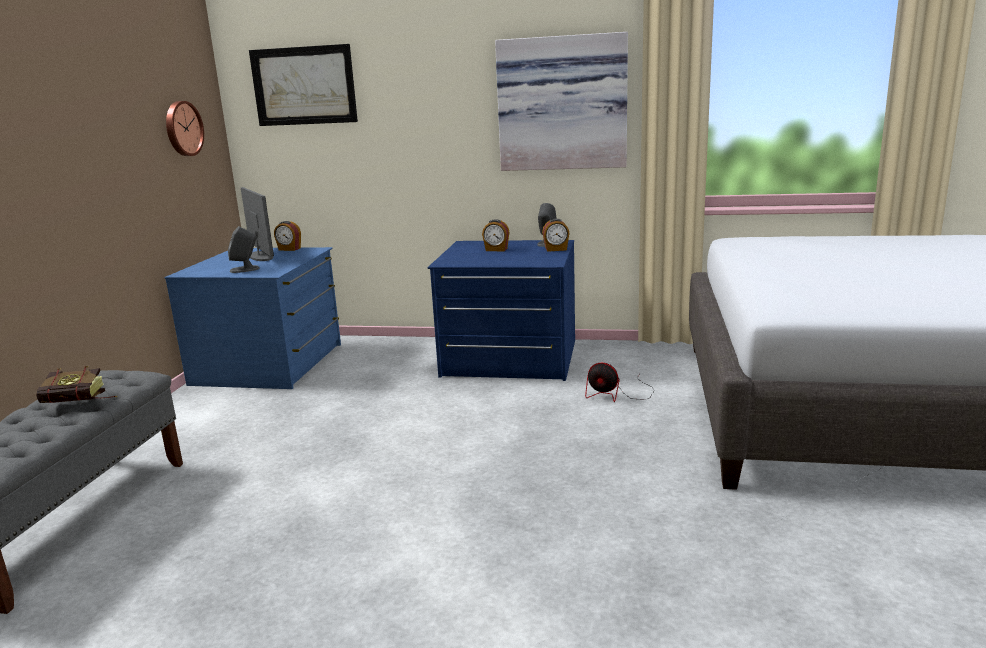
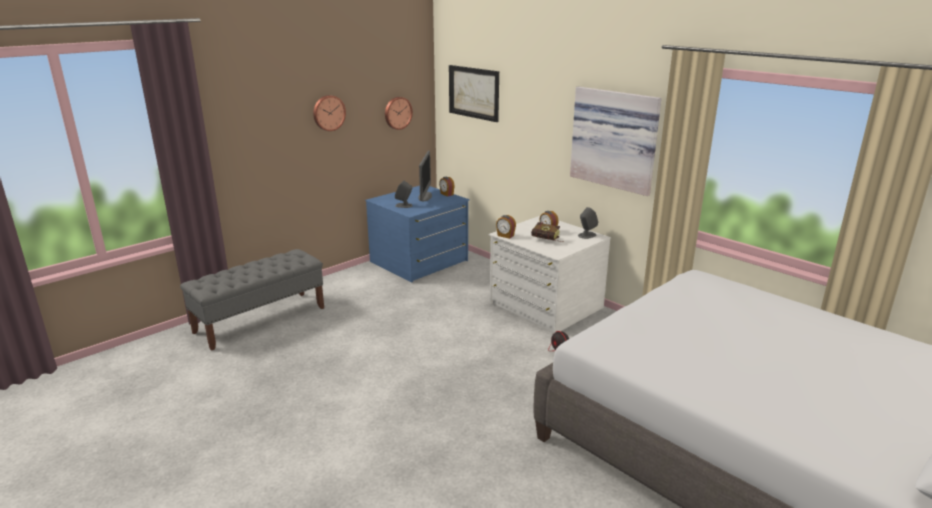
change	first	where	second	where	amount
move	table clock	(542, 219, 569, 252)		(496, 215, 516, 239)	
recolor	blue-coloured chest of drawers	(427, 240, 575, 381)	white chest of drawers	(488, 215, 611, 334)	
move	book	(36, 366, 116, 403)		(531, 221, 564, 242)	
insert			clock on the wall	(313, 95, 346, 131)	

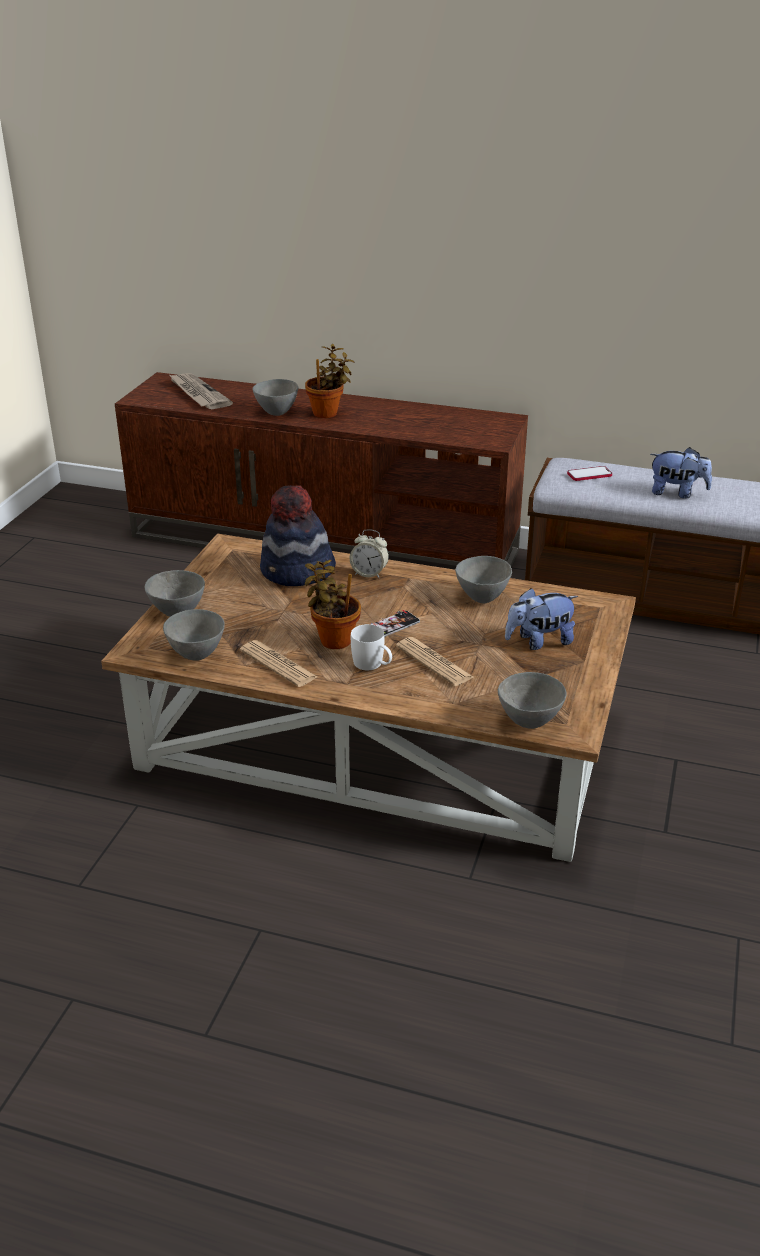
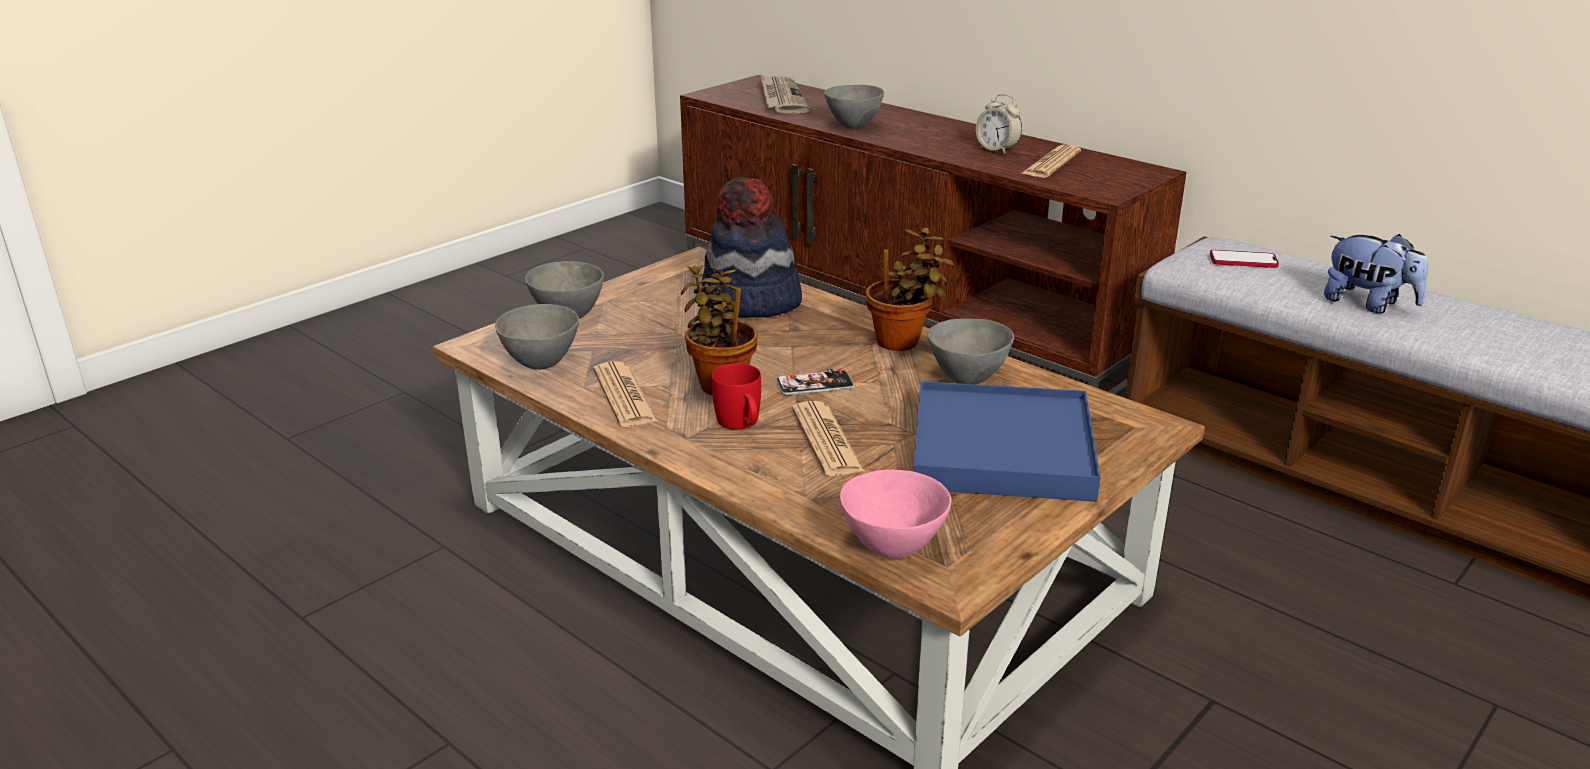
change	first	where	second	where	amount
move	plant in a pot	(305, 344, 355, 418)		(866, 228, 955, 351)	
move	table clock	(350, 529, 389, 579)		(976, 94, 1022, 154)	
replace	plush toy	(505, 588, 578, 650)	blue-coloured serving tray	(914, 381, 1101, 502)	
recolor	white coffee mug	(351, 624, 392, 670)	red-coloured coffee mug	(712, 363, 761, 430)	
recolor	greyish deep dish	(498, 672, 567, 729)	pink-coloured deep dish	(840, 469, 952, 559)	
insert			newspaper	(1021, 145, 1081, 178)	

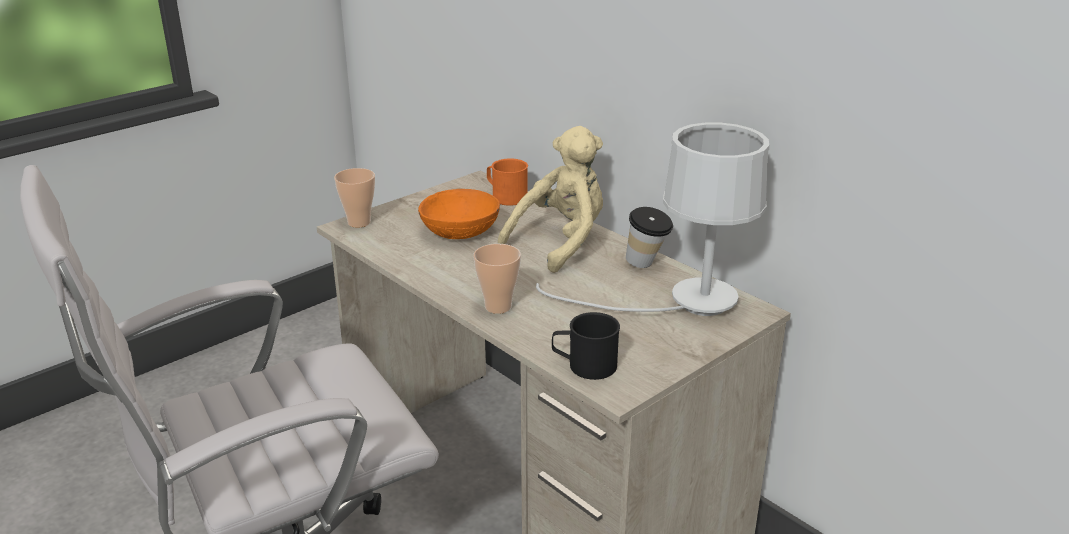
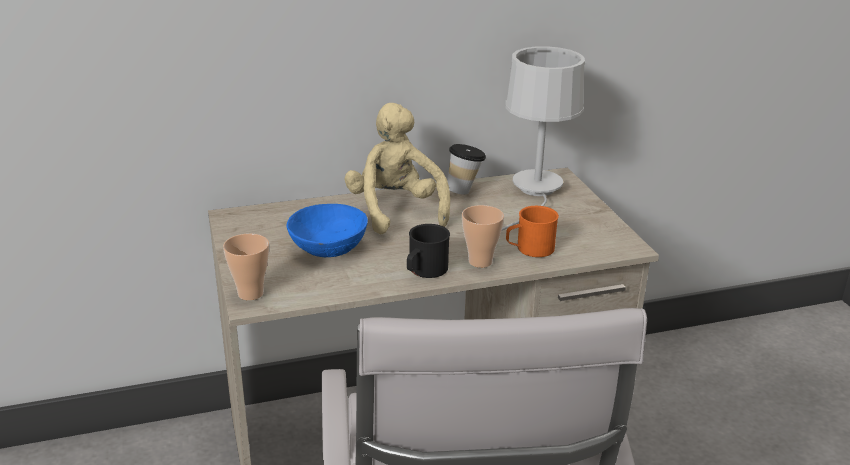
change	first	where	second	where	amount
move	orange-coloured coffee mug	(487, 159, 528, 206)		(506, 206, 559, 257)	
recolor	orange-coloured deep dish	(418, 189, 500, 239)	blue-coloured deep dish	(287, 204, 368, 257)	
move	blackish coffee mug	(552, 312, 620, 380)		(407, 224, 450, 278)	

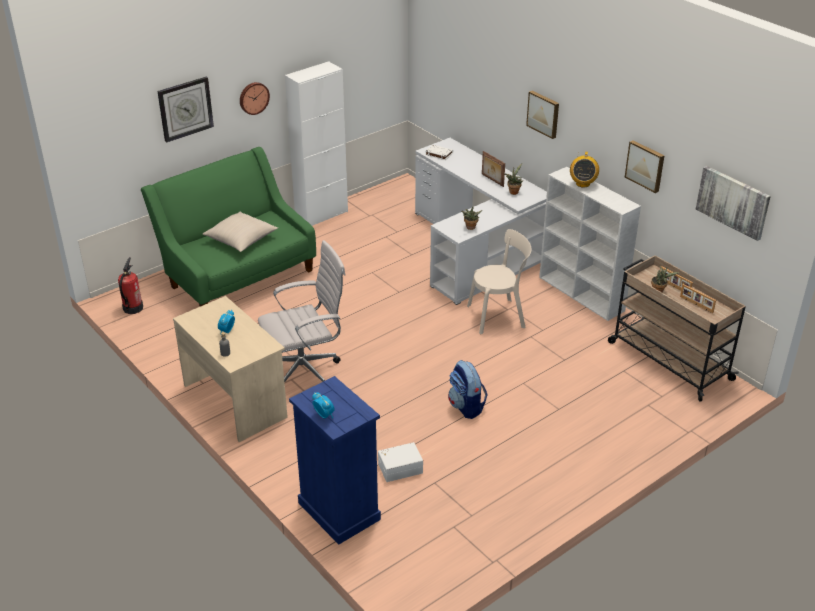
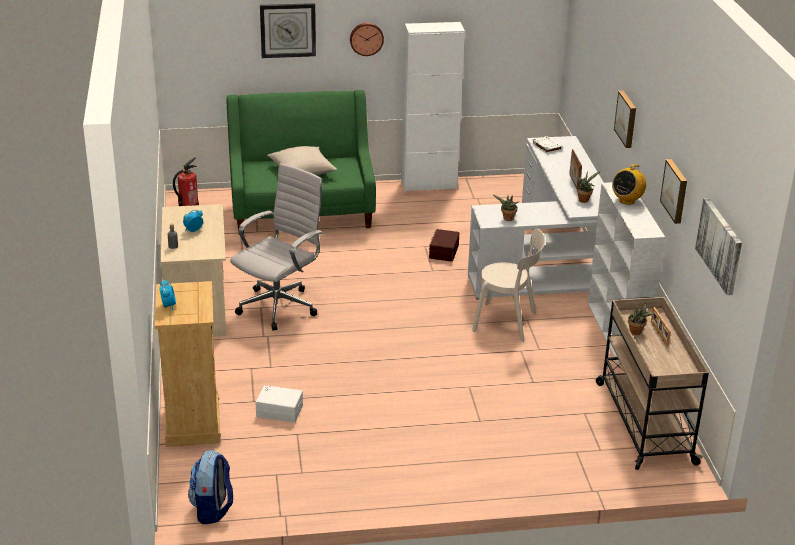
change	first	where	second	where	amount
rotate	white office chair	(258, 240, 346, 382)		(230, 163, 323, 331)	60 degrees counterclockwise
delete	picture frame	(680, 284, 716, 313)			
move	knapsack	(448, 360, 488, 419)		(188, 450, 233, 524)	
recolor	blue-coloured chest of drawers	(289, 376, 381, 545)	beige chest of drawers	(155, 281, 221, 447)	
insert			brown-coloured storage box	(429, 229, 459, 262)	

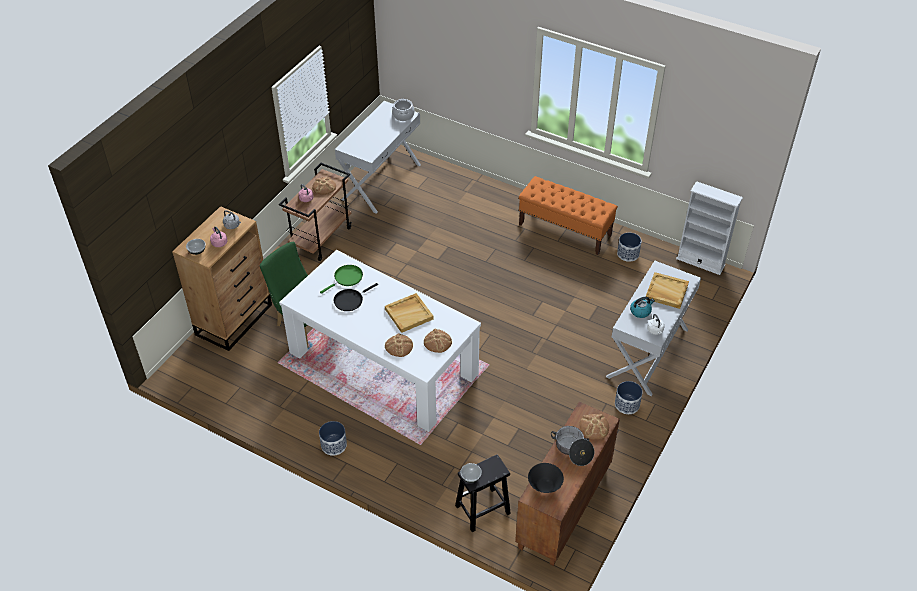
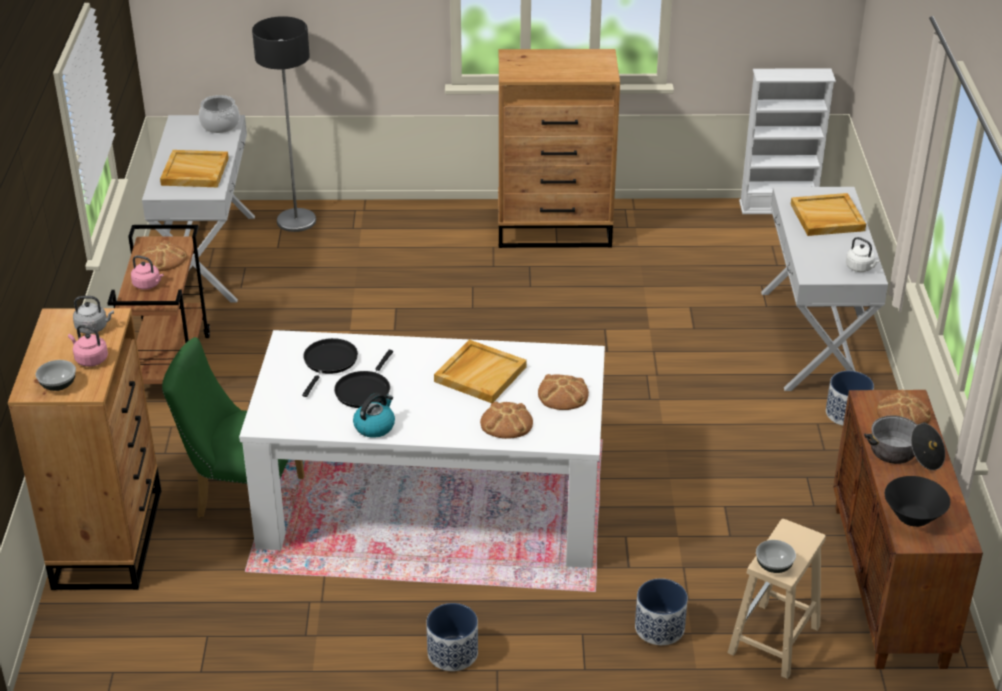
change	first	where	second	where	amount
replace	orange-coloured bench	(519, 176, 618, 255)	brown-coloured chest of drawers	(498, 49, 620, 248)	
move	plant pot	(617, 233, 642, 262)		(635, 579, 688, 645)	
recolor	greenish frying pan	(320, 265, 363, 294)	blackish frying pan	(302, 338, 358, 397)	
move	water kettle	(630, 297, 655, 318)		(353, 393, 395, 438)	
recolor	blackish sitting stool	(455, 455, 511, 532)	beige sitting stool	(727, 519, 826, 679)	
insert			standing lamp	(252, 16, 316, 232)	
insert			beige serving tray	(160, 150, 229, 187)	

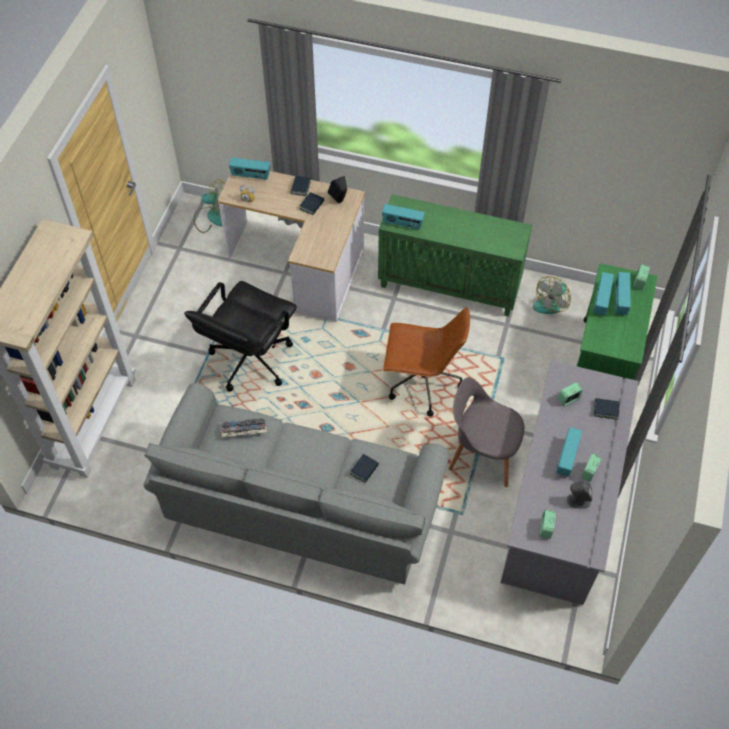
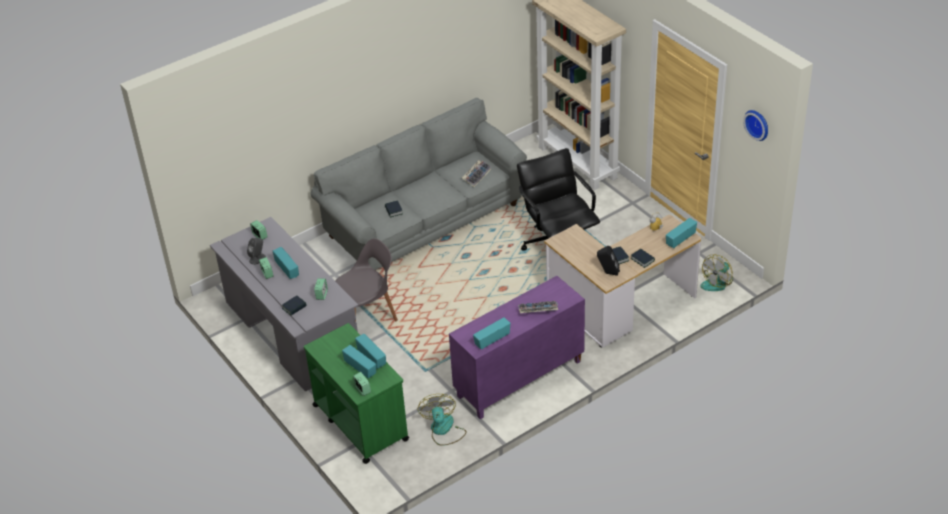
change	first	where	second	where	amount
recolor	greenish cabinet	(378, 194, 532, 317)	purple cabinet	(449, 276, 585, 419)	
move	radio receiver	(382, 204, 425, 230)		(473, 317, 510, 349)	
delete	brown-coloured office chair	(383, 307, 470, 416)			
insert			clock on the wall	(743, 110, 768, 141)	
insert			PC keyboard	(518, 301, 558, 313)	

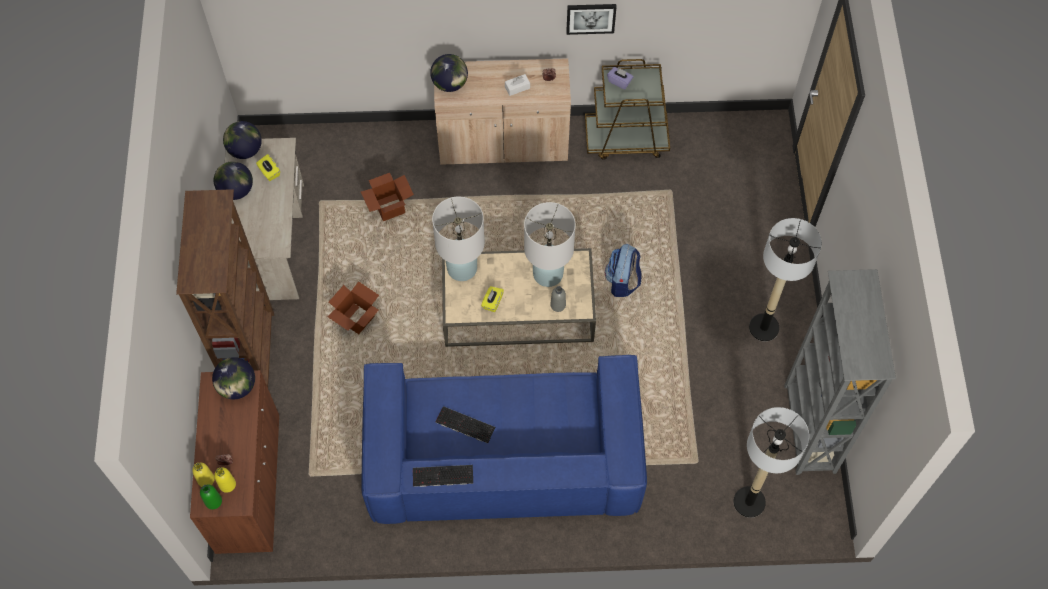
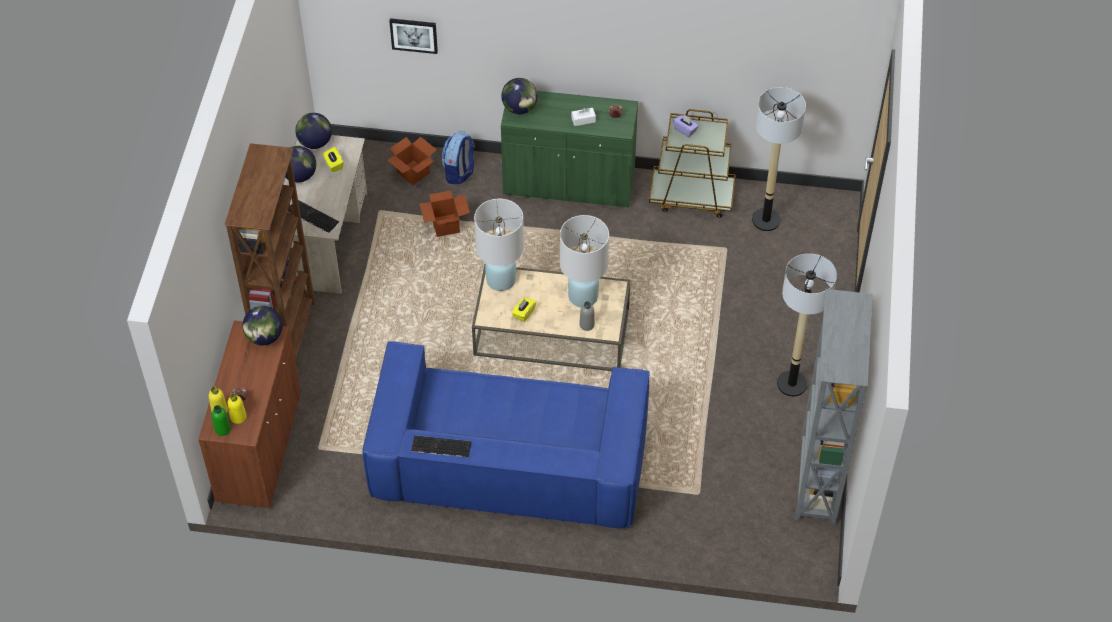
change	first	where	second	where	amount
move	picture	(566, 4, 617, 35)		(389, 18, 438, 54)	
recolor	beige cabinet	(434, 58, 571, 165)	greenish cabinet	(501, 91, 638, 208)	
move	knapsack	(605, 244, 642, 297)		(442, 131, 475, 184)	
move	carton	(327, 282, 379, 334)		(387, 137, 437, 185)	
move	PC keyboard	(436, 406, 495, 443)		(288, 200, 339, 233)	
move	standing lamp	(733, 407, 809, 518)		(752, 87, 806, 231)	

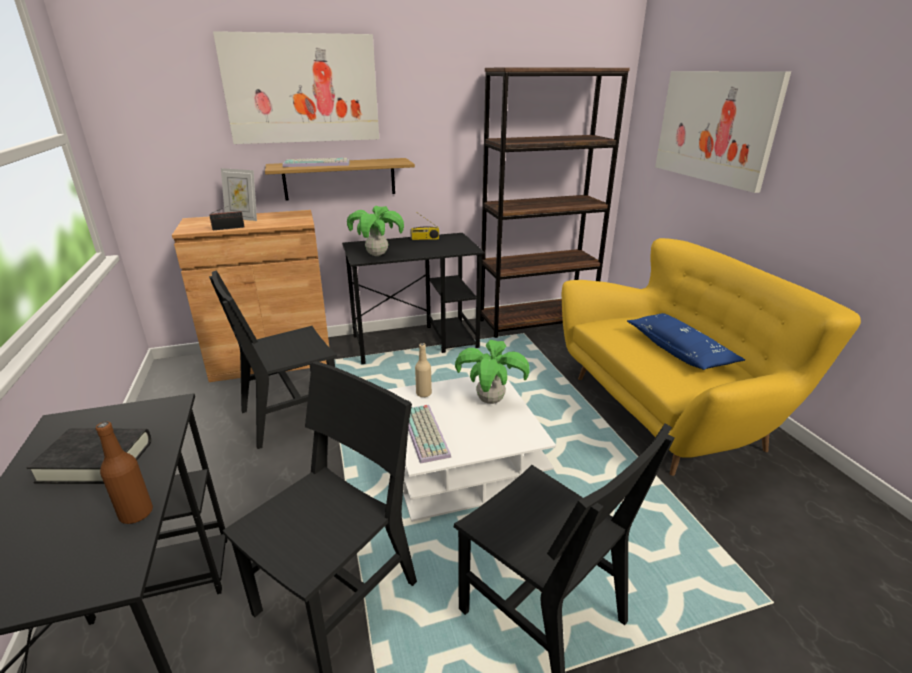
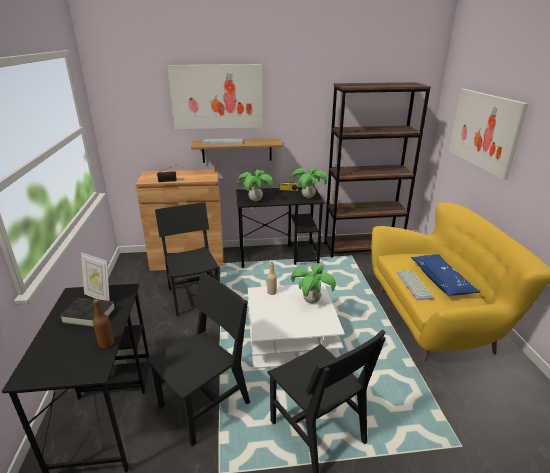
change	first	where	second	where	amount
move	picture frame	(221, 168, 257, 221)		(81, 252, 110, 301)	
rotate	blackish chair	(209, 270, 337, 449)		(155, 202, 219, 316)	90 degrees clockwise
move	PC keyboard	(408, 405, 451, 464)		(397, 270, 434, 300)	
insert			plant in a pot	(292, 168, 327, 198)	

